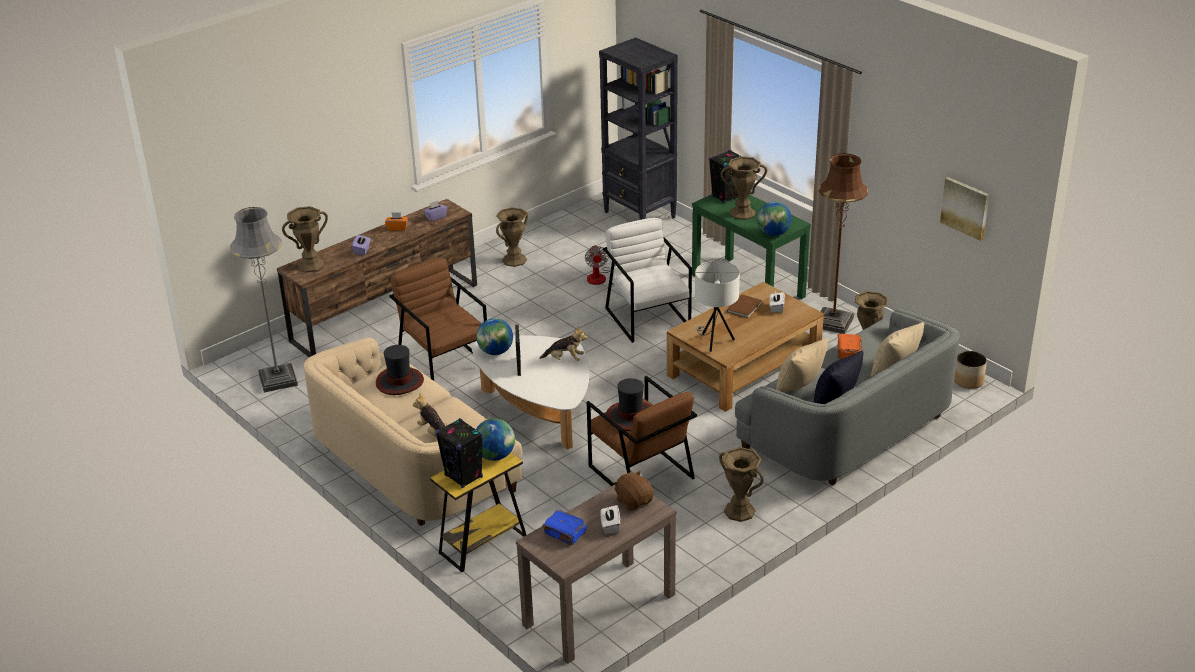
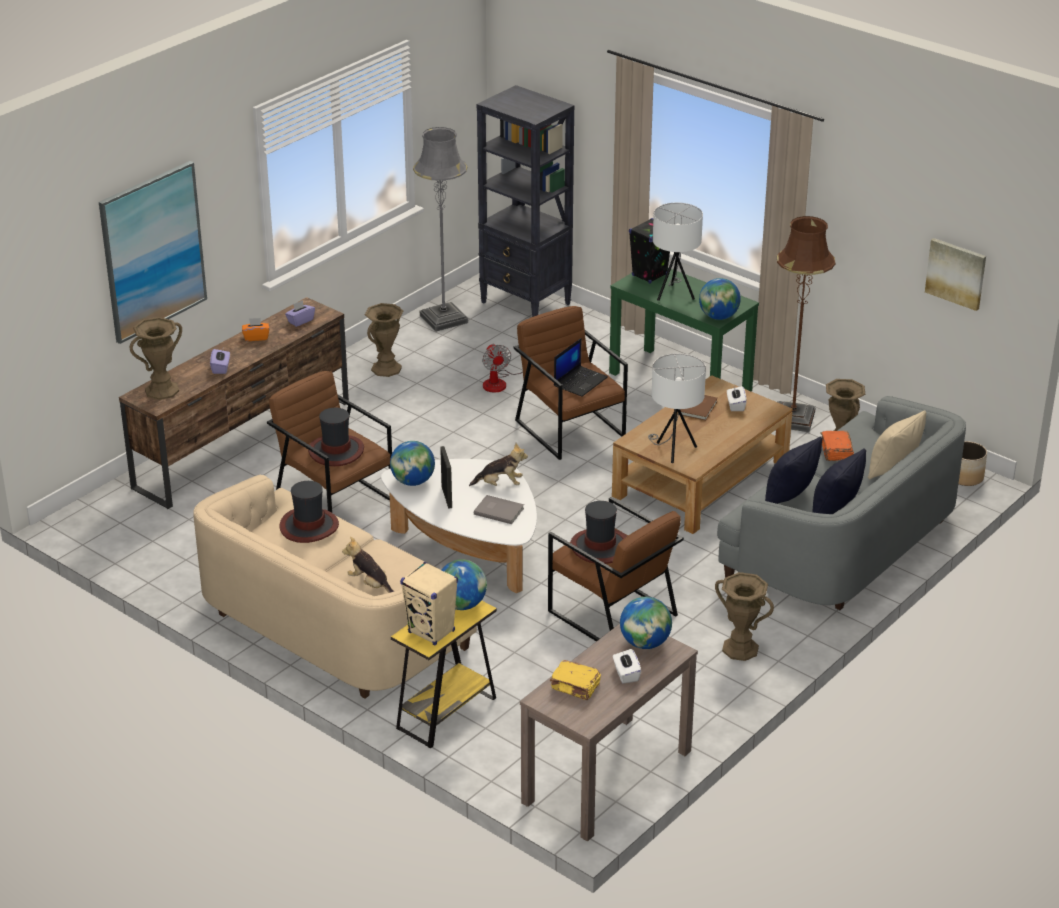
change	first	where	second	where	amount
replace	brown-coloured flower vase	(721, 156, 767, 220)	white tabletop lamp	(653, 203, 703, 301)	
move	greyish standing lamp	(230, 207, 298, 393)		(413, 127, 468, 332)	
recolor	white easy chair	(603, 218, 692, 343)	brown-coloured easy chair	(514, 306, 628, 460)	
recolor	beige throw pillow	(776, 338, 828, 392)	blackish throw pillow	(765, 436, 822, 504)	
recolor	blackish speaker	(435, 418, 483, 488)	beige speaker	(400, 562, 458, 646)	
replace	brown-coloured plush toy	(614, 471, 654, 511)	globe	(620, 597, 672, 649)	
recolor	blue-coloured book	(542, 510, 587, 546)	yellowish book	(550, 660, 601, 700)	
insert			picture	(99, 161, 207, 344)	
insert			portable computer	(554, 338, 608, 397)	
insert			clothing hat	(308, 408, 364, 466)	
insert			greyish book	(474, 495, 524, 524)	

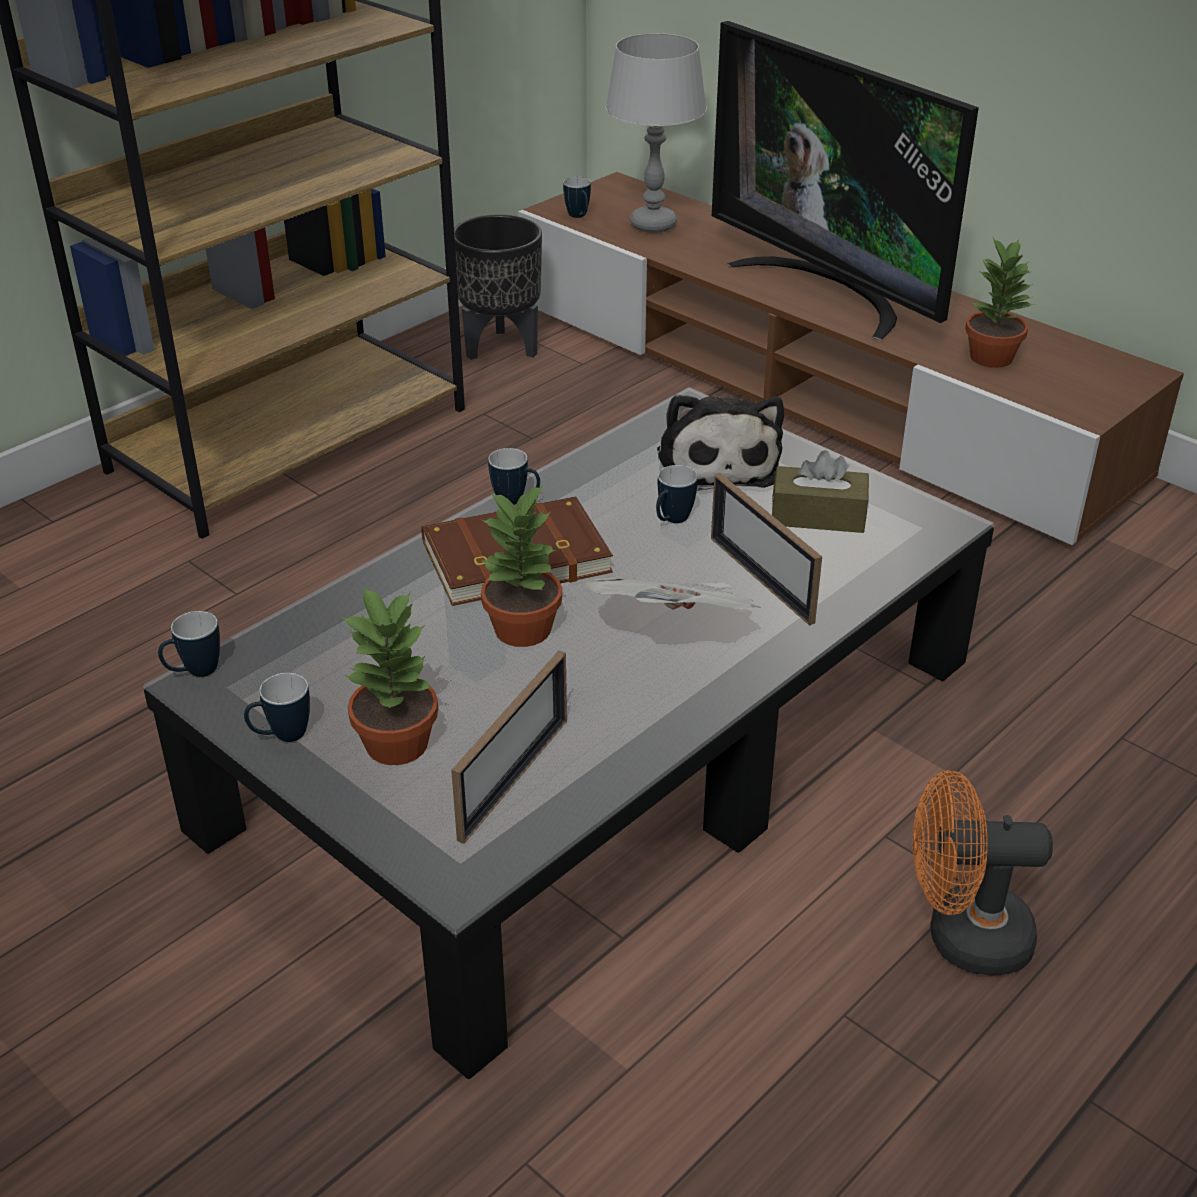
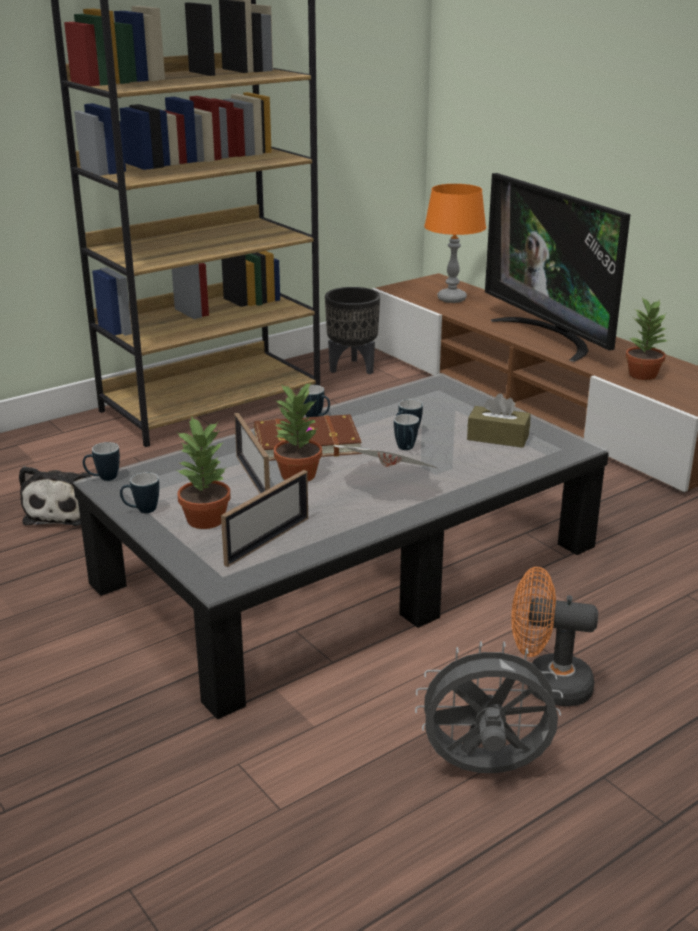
change	first	where	second	where	amount
recolor	greyish tabletop lamp	(605, 33, 707, 233)	orange-coloured tabletop lamp	(424, 184, 486, 303)	
move	coffee mug	(563, 177, 591, 218)		(394, 414, 419, 450)	
move	plush toy	(657, 394, 784, 491)		(19, 466, 91, 526)	
move	picture frame	(711, 473, 822, 626)		(234, 413, 270, 494)	
insert			greyish fan	(415, 641, 563, 773)	

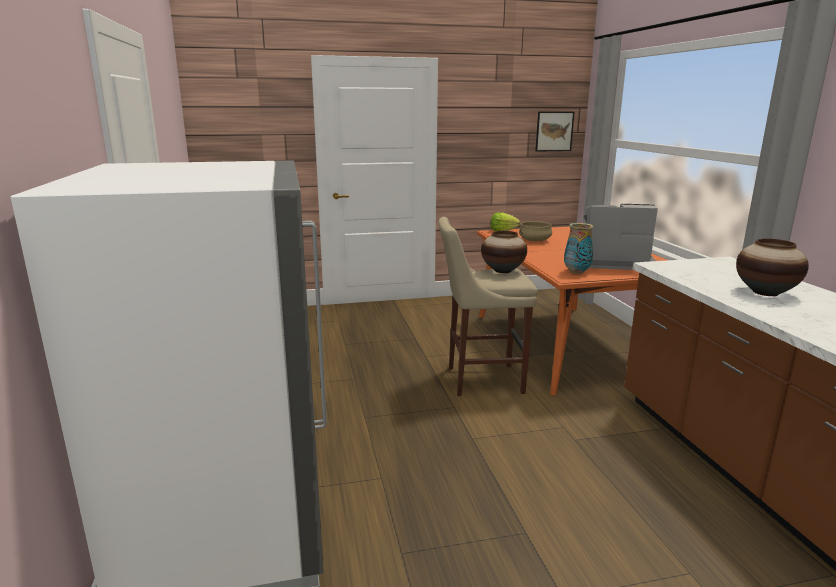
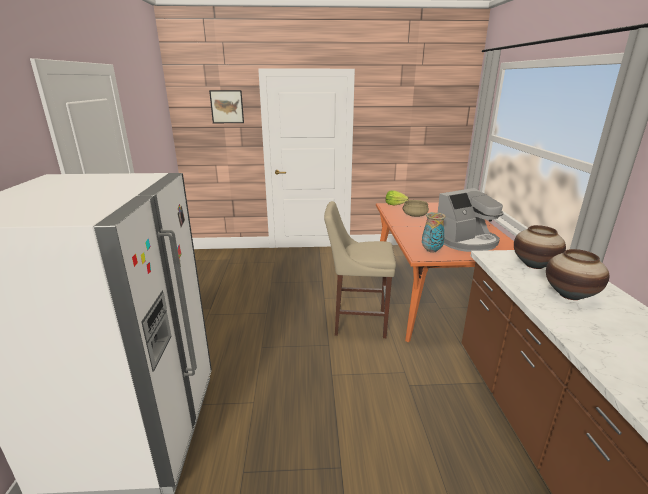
change	first	where	second	where	amount
move	picture	(536, 112, 575, 152)		(209, 90, 244, 123)	
rotate	coffee machine	(584, 204, 658, 270)		(438, 188, 503, 252)	135 degrees clockwise
move	flower vase	(481, 231, 527, 273)		(514, 225, 566, 269)	

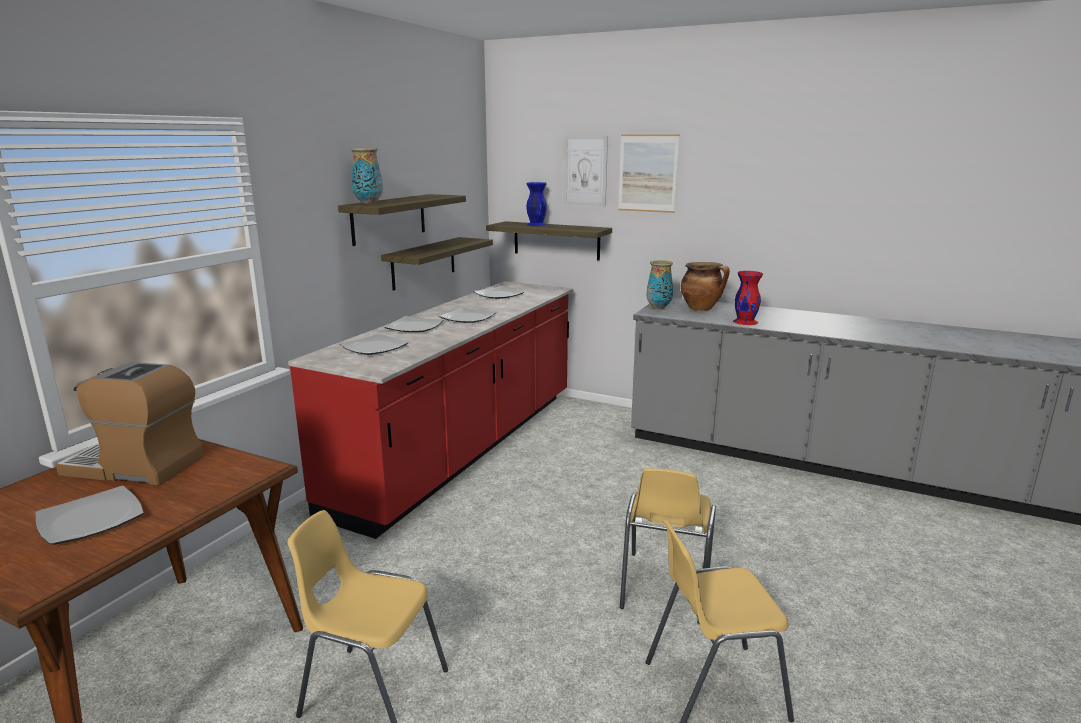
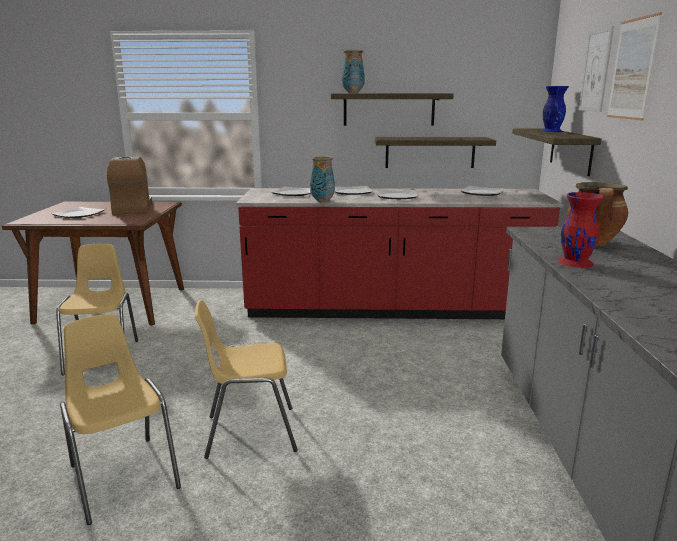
change	first	where	second	where	amount
move	flower vase	(647, 260, 673, 309)		(310, 156, 335, 202)	

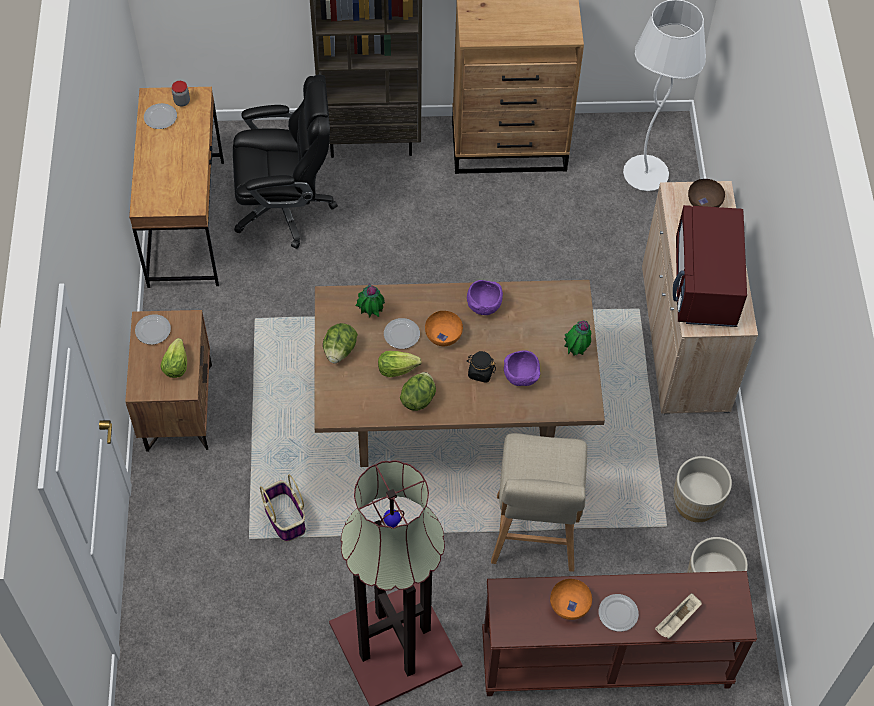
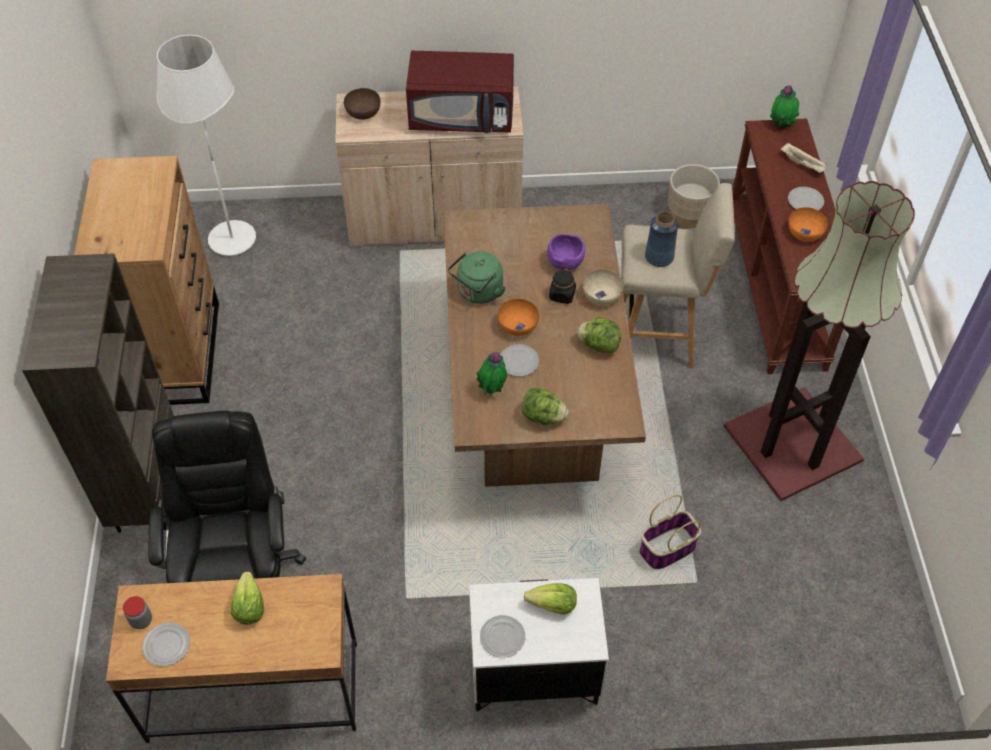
change	first	where	second	where	amount
replace	purple deep dish	(467, 280, 503, 315)	greenish water kettle	(448, 251, 506, 304)	
recolor	brown-coloured night table	(125, 310, 212, 452)	white night table	(469, 578, 609, 712)	
move	plant in a pot	(564, 320, 591, 356)		(770, 85, 799, 129)	
move	lettuce	(378, 351, 422, 377)		(231, 572, 264, 625)	
delete	beige plant pot	(673, 456, 732, 522)			
insert			blue-coloured flower vase	(645, 211, 678, 267)	
insert			beige deep dish	(583, 270, 623, 306)	

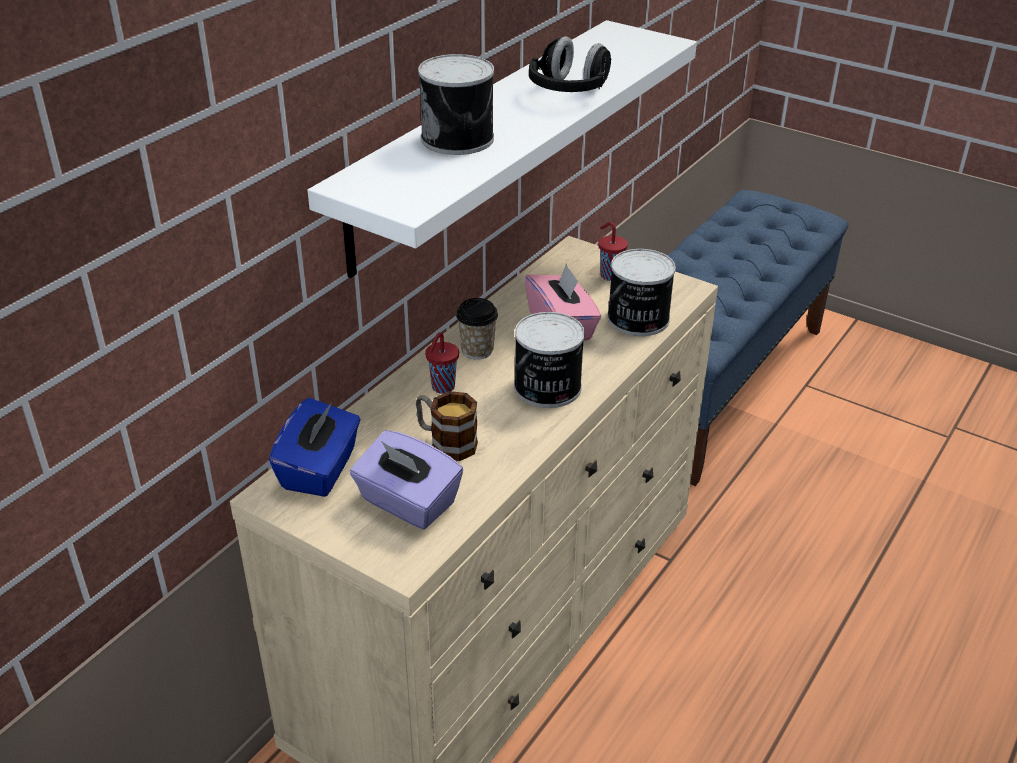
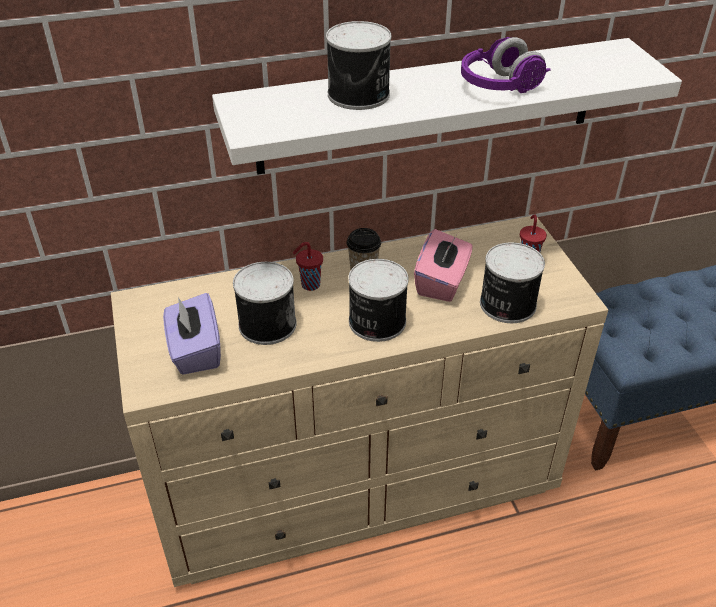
change	first	where	second	where	amount
recolor	blackish pair of headphones	(529, 36, 611, 92)	purple pair of headphones	(461, 37, 551, 93)	
replace	coffee mug	(416, 391, 478, 461)	sealed can	(233, 262, 297, 345)	
delete	blue-coloured tissue box	(269, 398, 361, 497)			

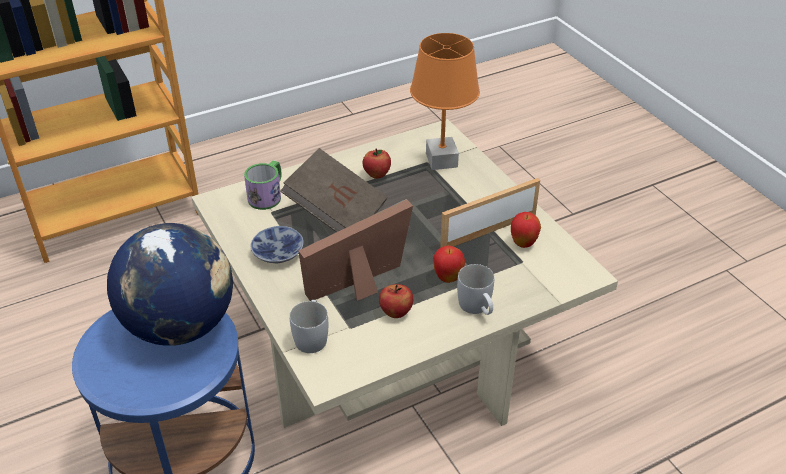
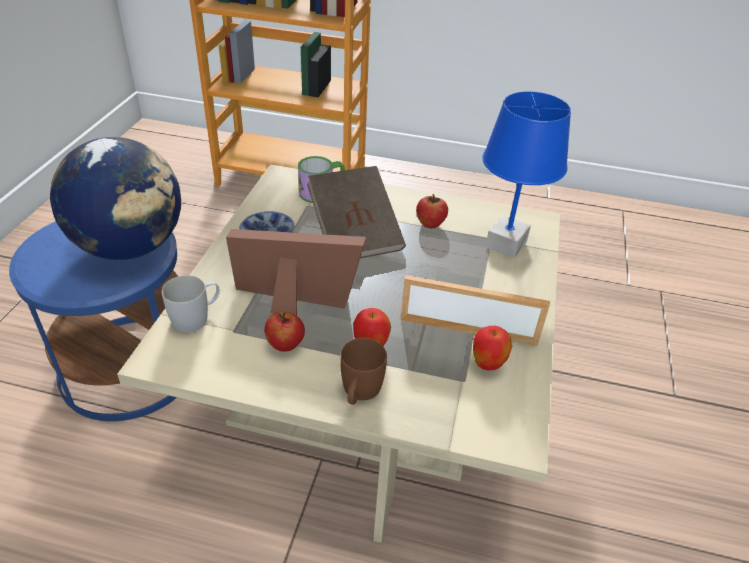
change	first	where	second	where	amount
recolor	orange-coloured tabletop lamp	(410, 33, 480, 170)	blue-coloured tabletop lamp	(482, 91, 571, 258)	
recolor	white coffee mug	(457, 264, 494, 315)	brown-coloured coffee mug	(341, 338, 387, 405)	

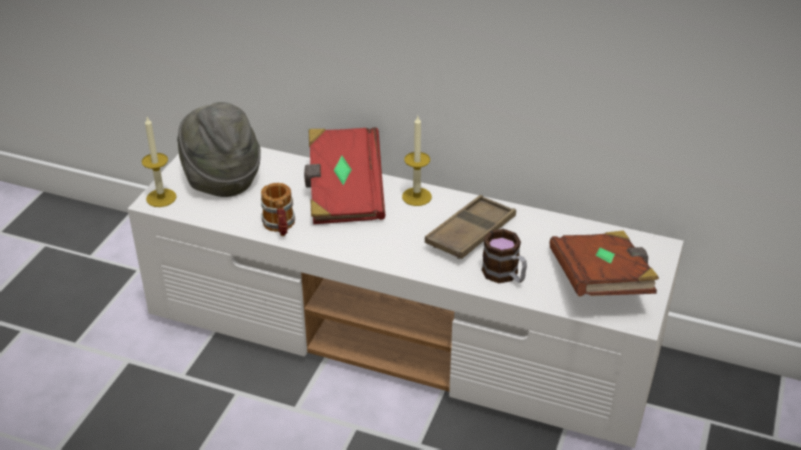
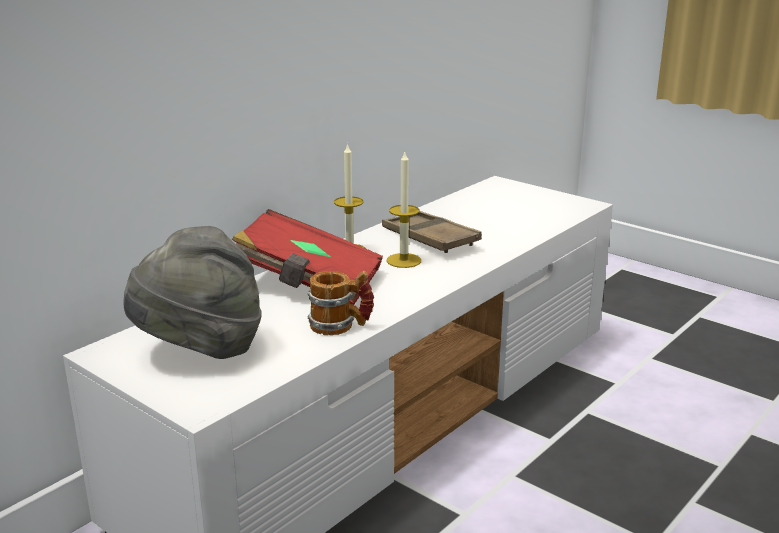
change	first	where	second	where	amount
move	wax light	(142, 117, 176, 207)		(387, 152, 421, 268)	
delete	coffee mug	(482, 229, 527, 283)			
delete	brown-coloured book	(549, 231, 659, 297)			

